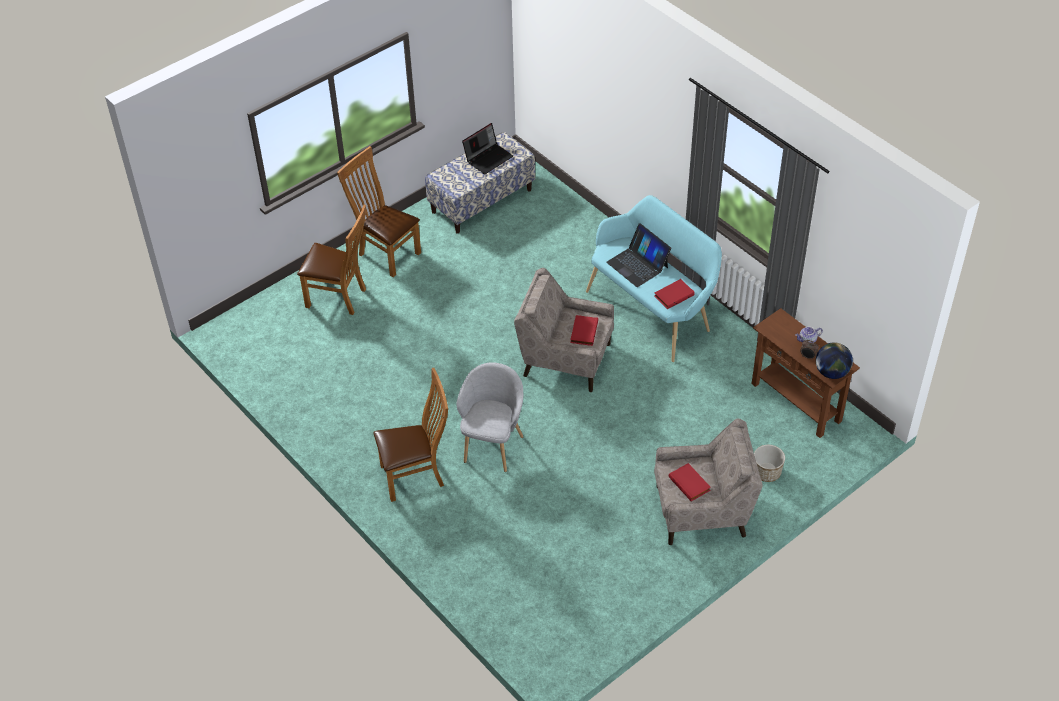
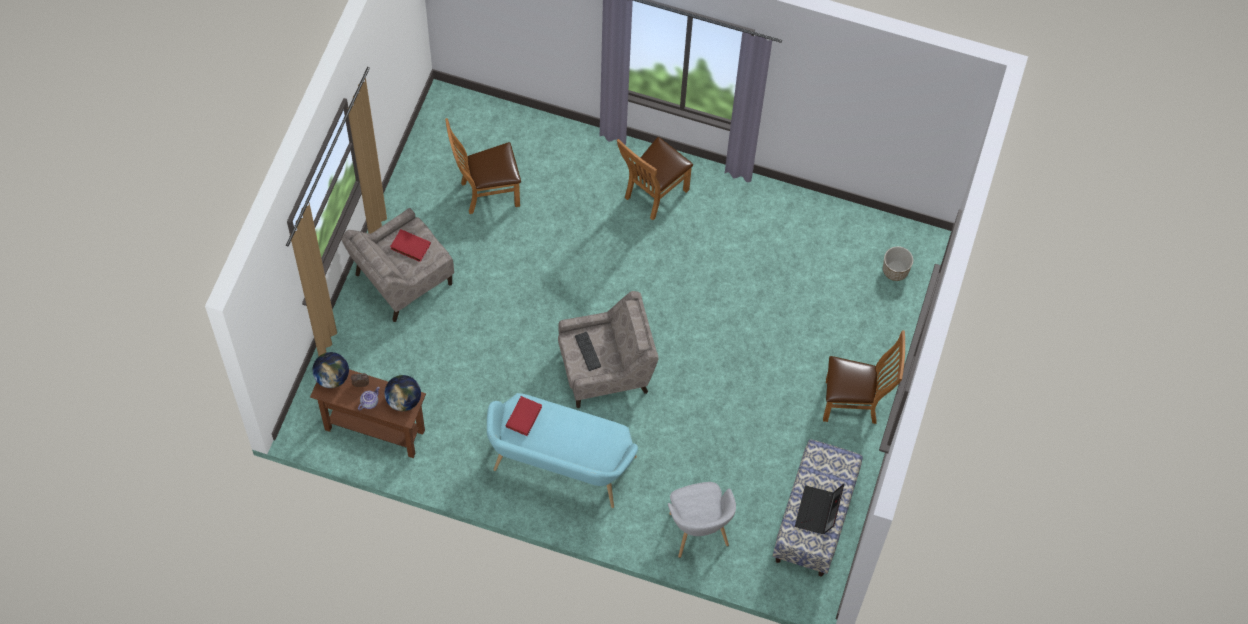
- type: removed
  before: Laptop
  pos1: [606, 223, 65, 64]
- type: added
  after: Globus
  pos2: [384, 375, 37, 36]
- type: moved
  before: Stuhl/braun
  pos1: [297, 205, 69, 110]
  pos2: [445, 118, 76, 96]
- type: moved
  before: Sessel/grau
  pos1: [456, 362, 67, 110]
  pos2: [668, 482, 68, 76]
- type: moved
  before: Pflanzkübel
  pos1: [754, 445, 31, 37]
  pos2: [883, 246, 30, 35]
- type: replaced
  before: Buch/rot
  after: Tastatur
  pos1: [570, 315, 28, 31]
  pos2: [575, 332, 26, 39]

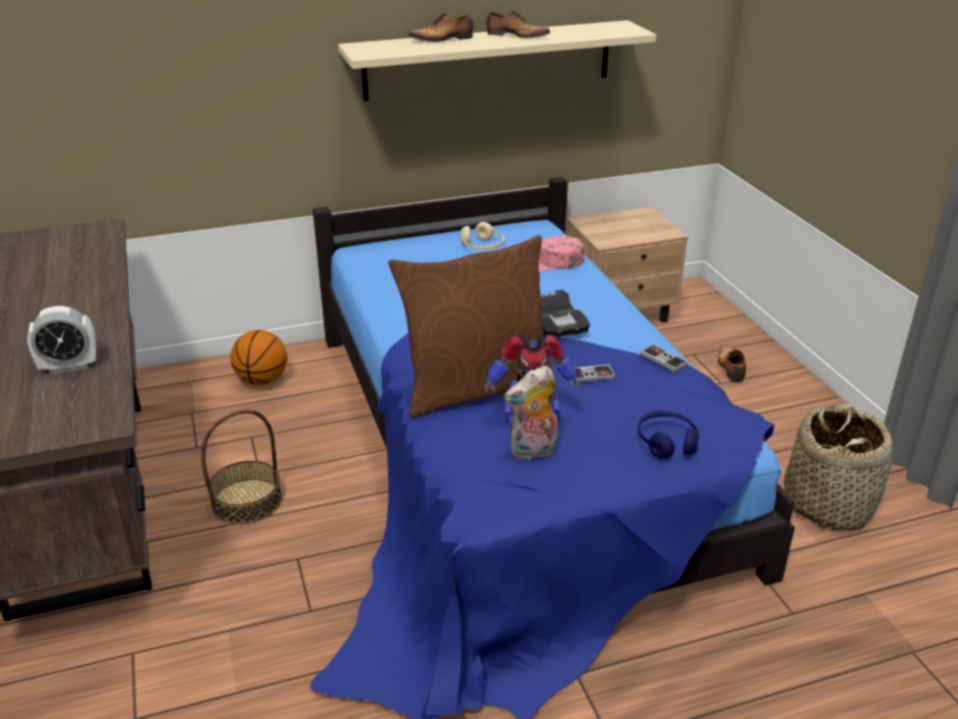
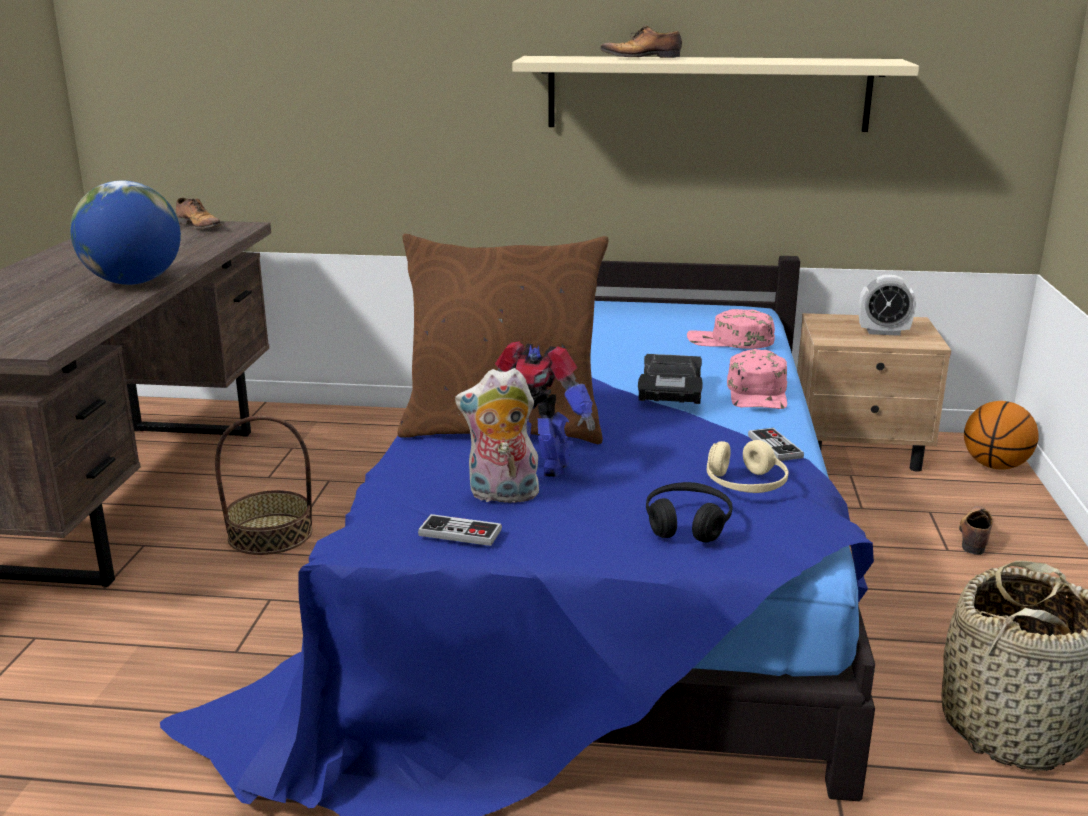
- type: added
  after: Globus
  pos2: [70, 180, 111, 105]
- type: added
  after: Kappe/rosa
  pos2: [727, 349, 60, 60]
- type: moved
  before: Wecker
  pos1: [27, 306, 69, 68]
  pos2: [859, 275, 57, 61]
- type: moved
  before: Basketball
  pos1: [230, 330, 57, 55]
  pos2: [964, 401, 75, 69]
- type: moved
  before: Kopfhörer/beige
  pos1: [461, 222, 43, 28]
  pos2: [707, 440, 81, 53]
- type: moved
  before: Schuh
  pos1: [486, 11, 64, 27]
  pos2: [176, 198, 45, 31]
- type: moved
  before: Gamepad
  pos1: [569, 364, 46, 19]
  pos2: [418, 514, 84, 32]
- type: recoloured
  before: Kopfhörer/blau
  after: Kopfhörer/schwarz
  pos1: [638, 411, 61, 48]
  pos2: [646, 482, 87, 61]

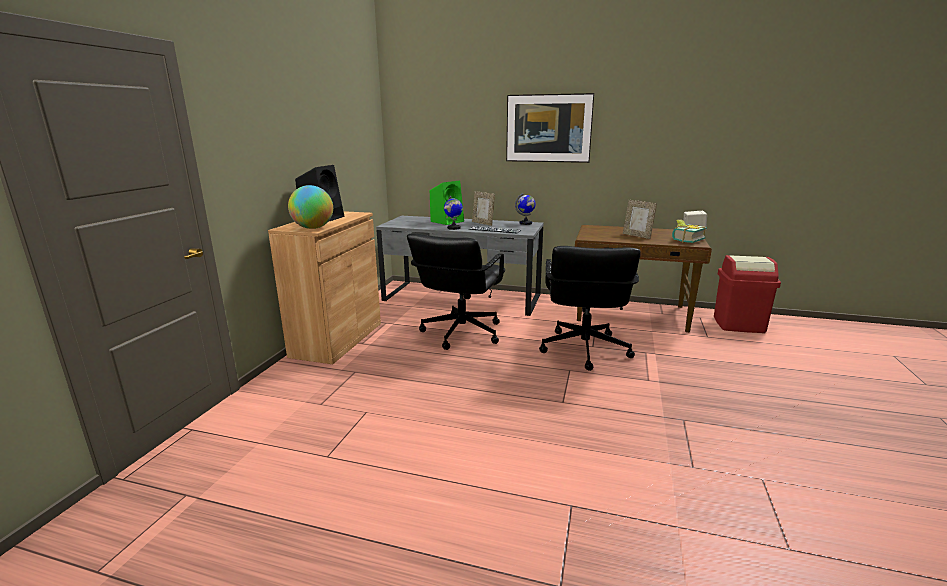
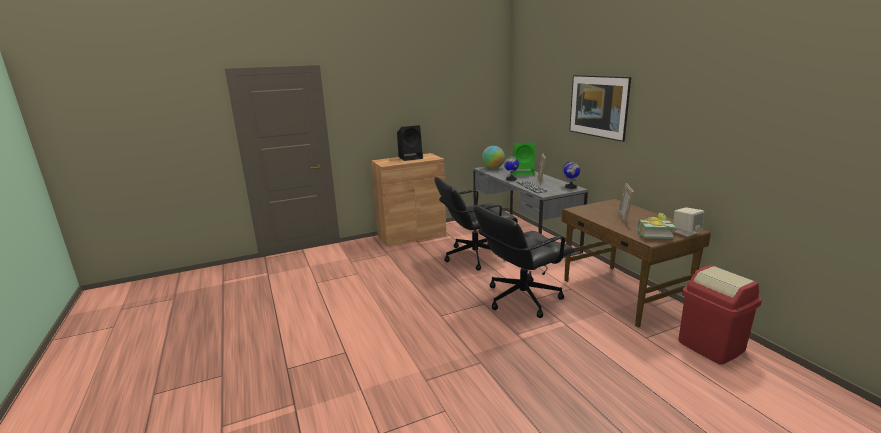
- type: moved
  before: Globus
  pos1: [288, 185, 45, 44]
  pos2: [482, 146, 23, 23]

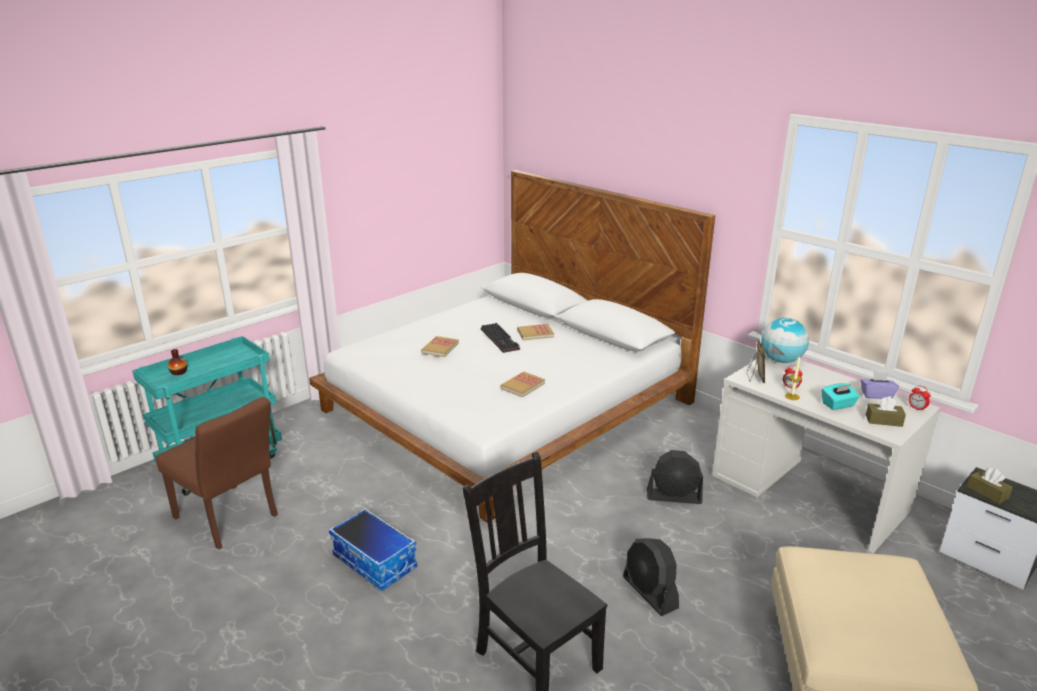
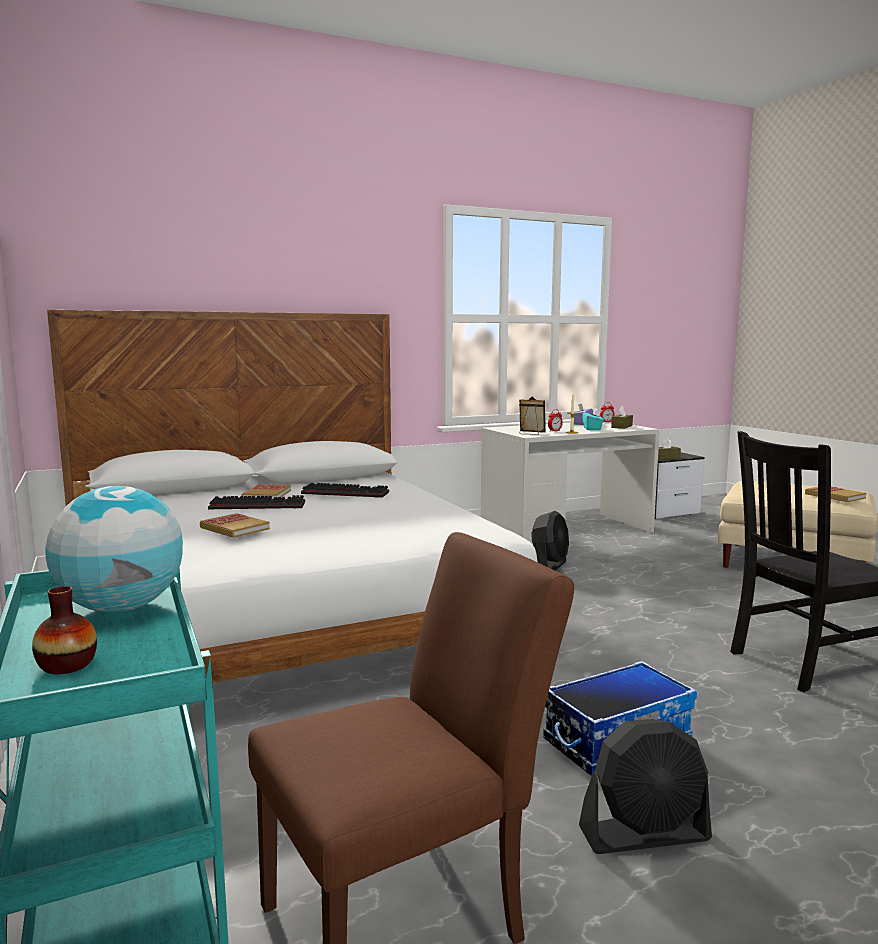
- type: added
  after: Tastatur
  pos2: [301, 483, 88, 15]
- type: moved
  before: Buch
  pos1: [500, 371, 45, 26]
  pos2: [805, 487, 61, 15]
- type: moved
  before: Ventilator/schwarz
  pos1: [623, 538, 56, 78]
  pos2: [579, 719, 133, 135]
- type: moved
  before: Globus
  pos1: [761, 318, 48, 45]
  pos2: [46, 486, 137, 127]

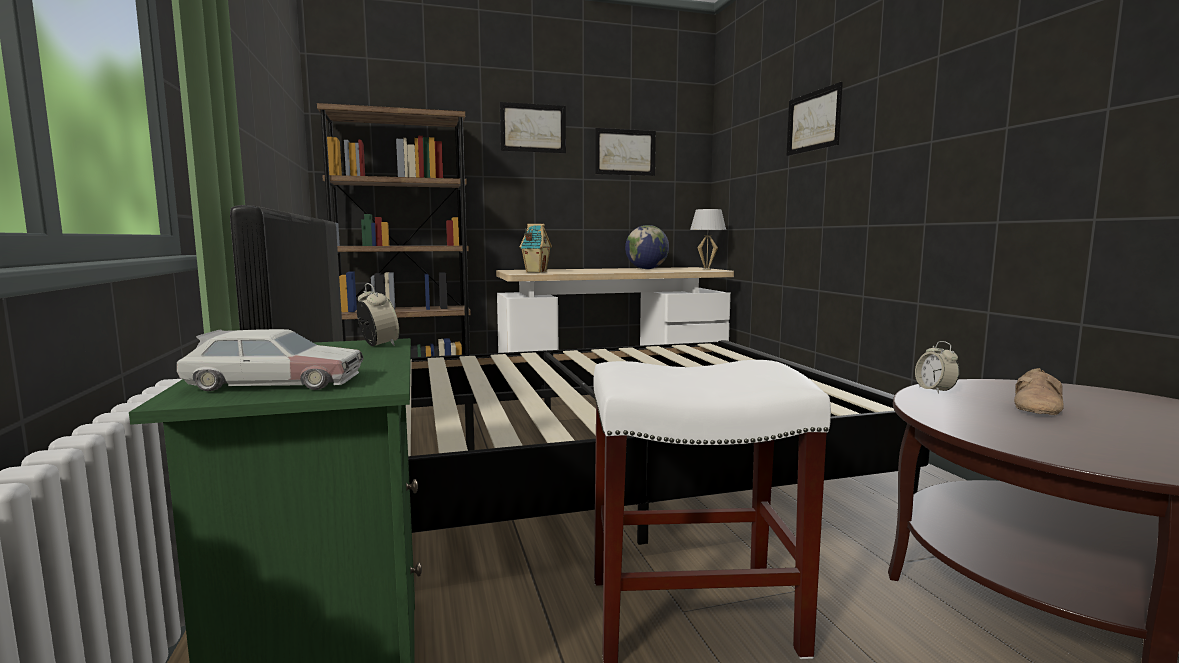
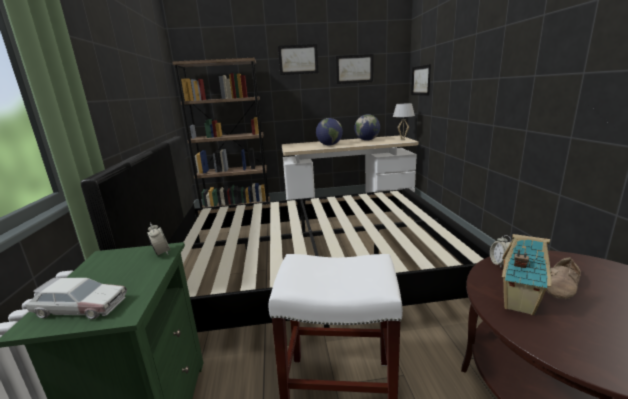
- type: added
  after: Globus
  pos2: [316, 118, 27, 28]
- type: moved
  before: Spielzeughaus
  pos1: [520, 224, 32, 49]
  pos2: [502, 234, 49, 82]
- type: moved
  before: Bild
  pos1: [787, 82, 56, 74]
  pos2: [411, 64, 20, 32]

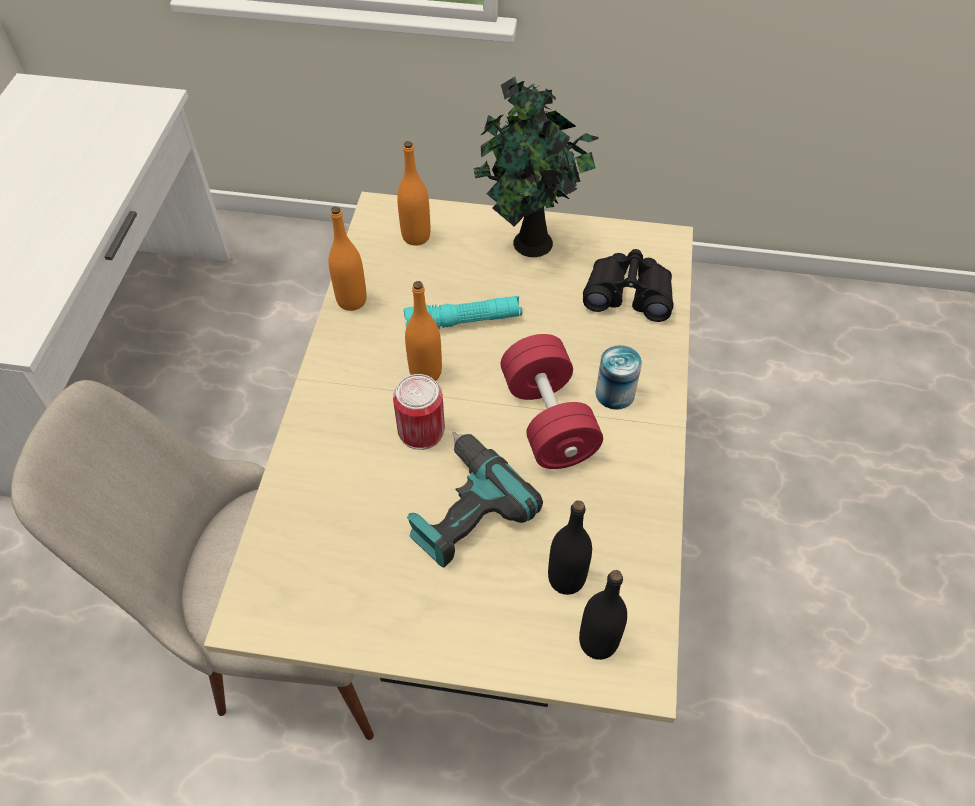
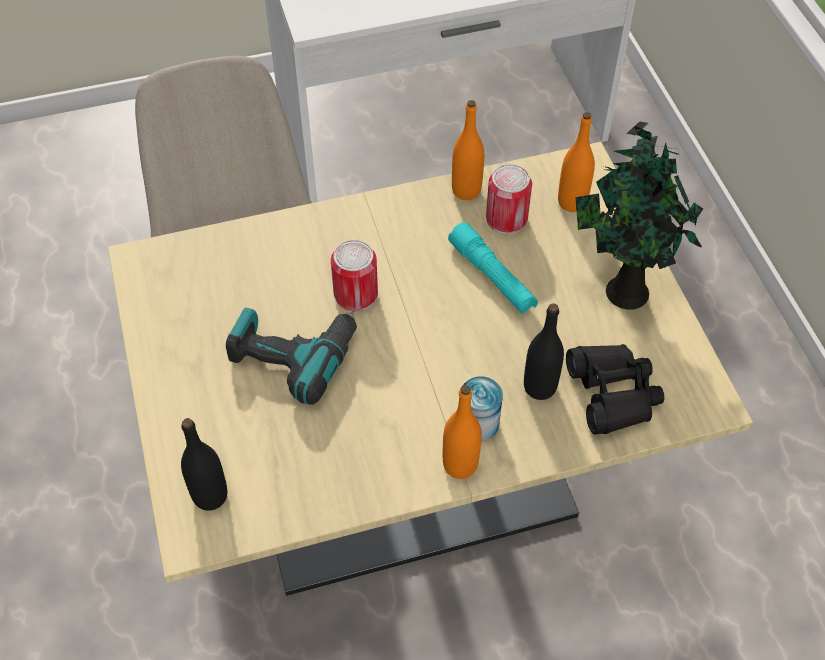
- type: removed
  before: Hantel/rot
  pos1: [501, 334, 102, 135]
- type: added
  after: Dose
  pos2: [486, 164, 46, 70]
- type: moved
  before: Flasche/orange
  pos1: [405, 281, 37, 100]
  pos2: [443, 385, 39, 94]
- type: moved
  before: Flasche/schwarz
  pos1: [548, 500, 44, 95]
  pos2: [524, 304, 40, 96]

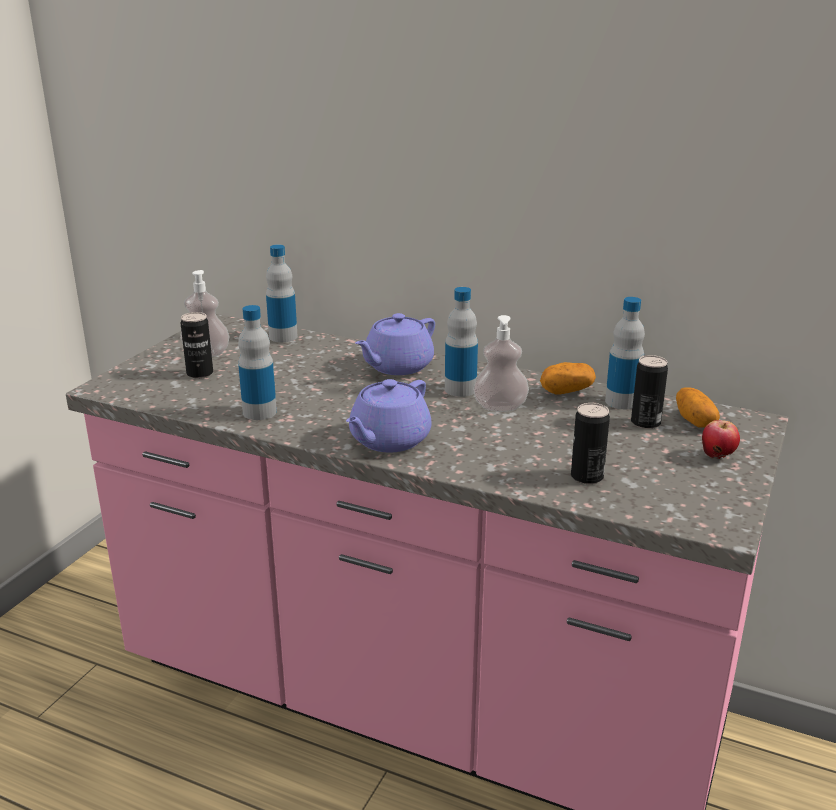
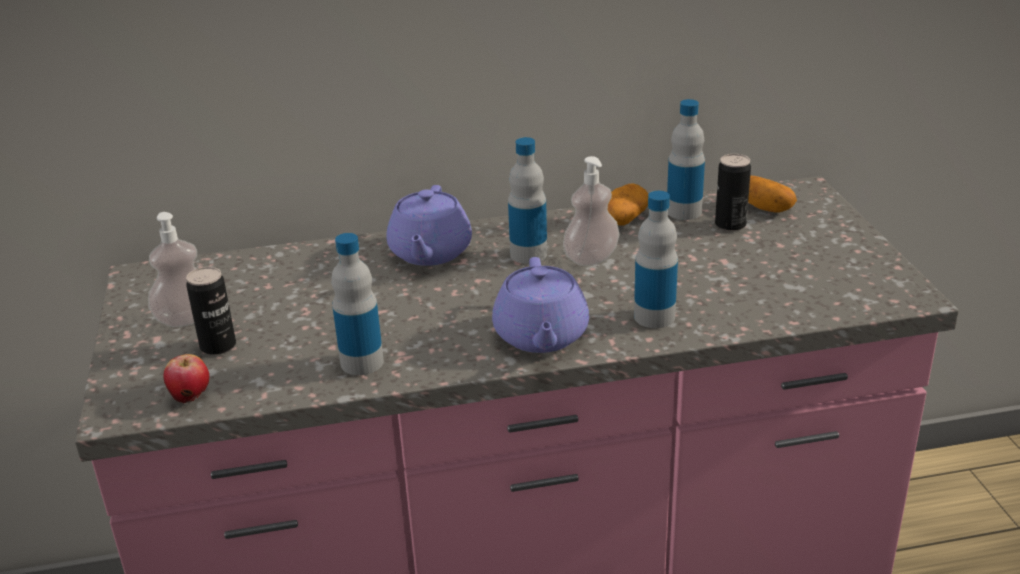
- type: removed
  before: Dose
  pos1: [571, 403, 39, 81]
- type: moved
  before: Flasche
  pos1: [266, 244, 32, 98]
  pos2: [634, 191, 44, 137]
- type: moved
  before: Apfel
  pos1: [702, 420, 38, 39]
  pos2: [163, 354, 46, 49]

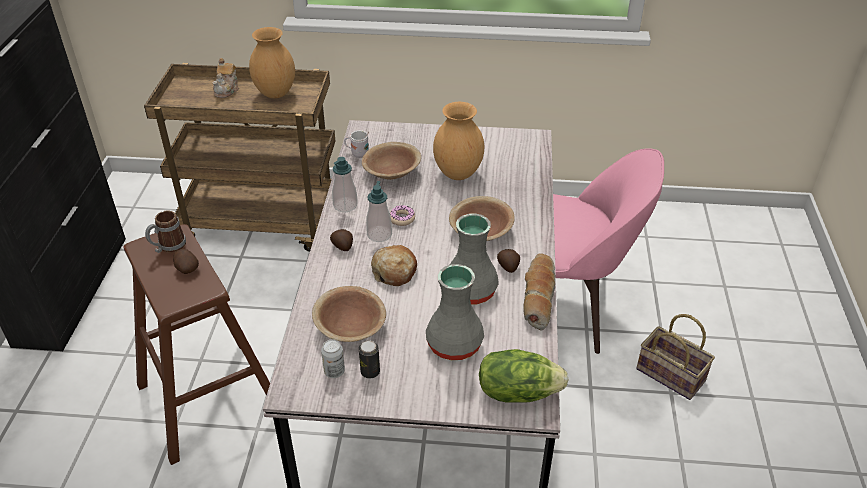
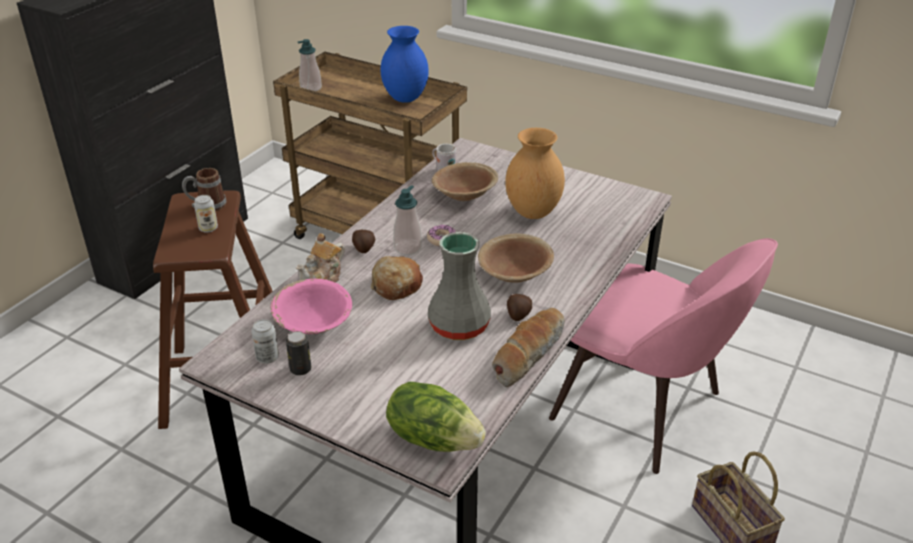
- type: removed
  before: Vase/grau
  pos1: [426, 264, 58, 96]
- type: moved
  before: Teekanne
  pos1: [213, 58, 26, 40]
  pos2: [296, 233, 49, 50]
- type: moved
  before: Seifenspender
  pos1: [332, 157, 26, 55]
  pos2: [298, 39, 24, 52]
- type: replaced
  before: Kartoffel
  after: Dose
  pos1: [173, 249, 26, 25]
  pos2: [194, 195, 24, 38]
- type: recoloured
  before: Vase/braun
  after: Vase/blau
  pos1: [249, 27, 46, 71]
  pos2: [380, 26, 49, 77]
- type: recoloured
  before: Schüssel/braun
  after: Schüssel/rosa
  pos1: [312, 286, 74, 56]
  pos2: [271, 279, 81, 55]

